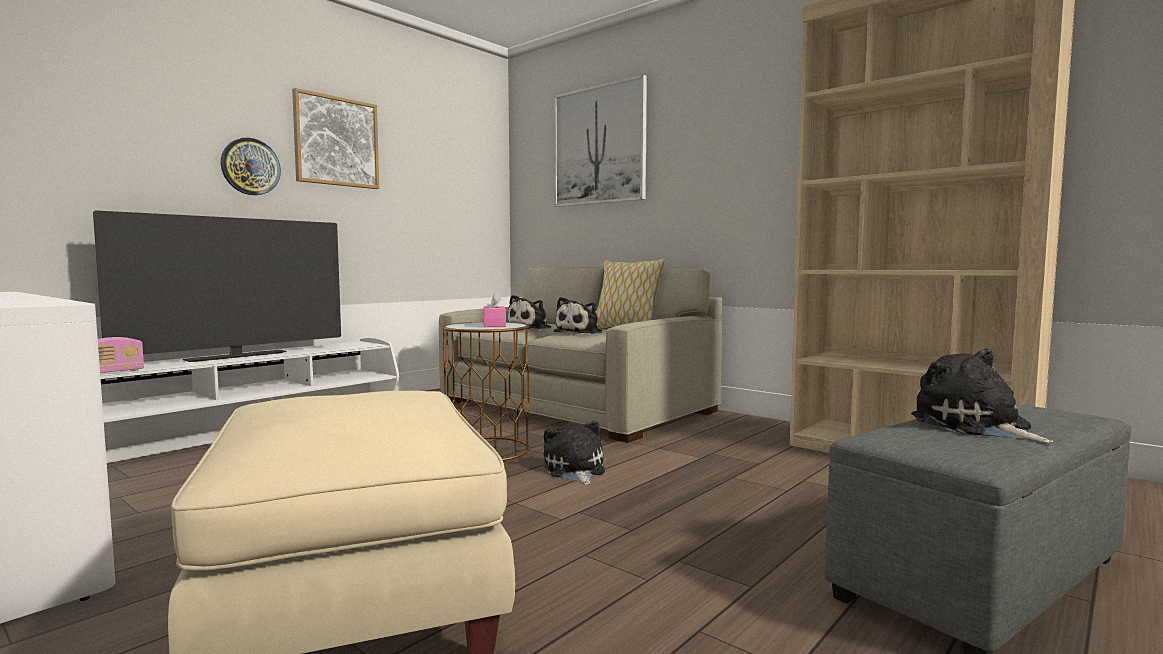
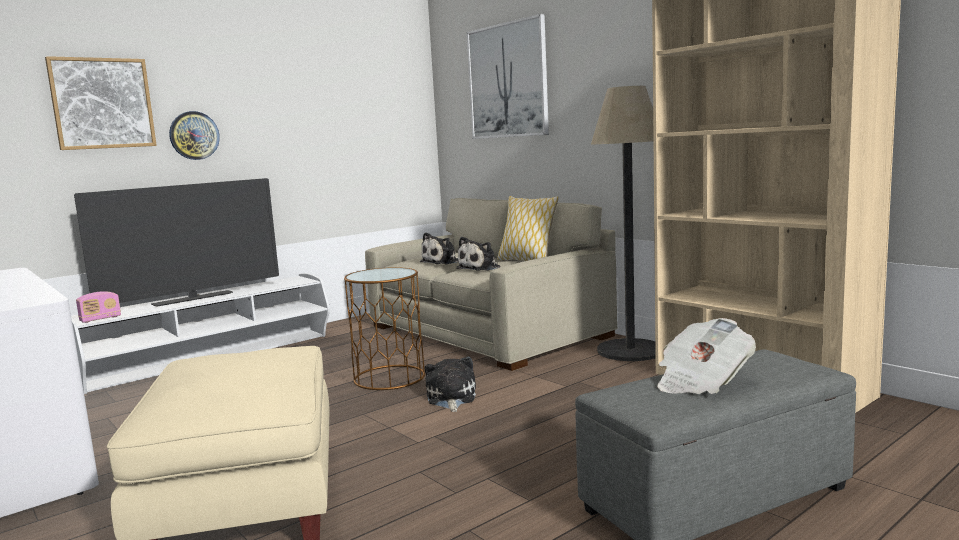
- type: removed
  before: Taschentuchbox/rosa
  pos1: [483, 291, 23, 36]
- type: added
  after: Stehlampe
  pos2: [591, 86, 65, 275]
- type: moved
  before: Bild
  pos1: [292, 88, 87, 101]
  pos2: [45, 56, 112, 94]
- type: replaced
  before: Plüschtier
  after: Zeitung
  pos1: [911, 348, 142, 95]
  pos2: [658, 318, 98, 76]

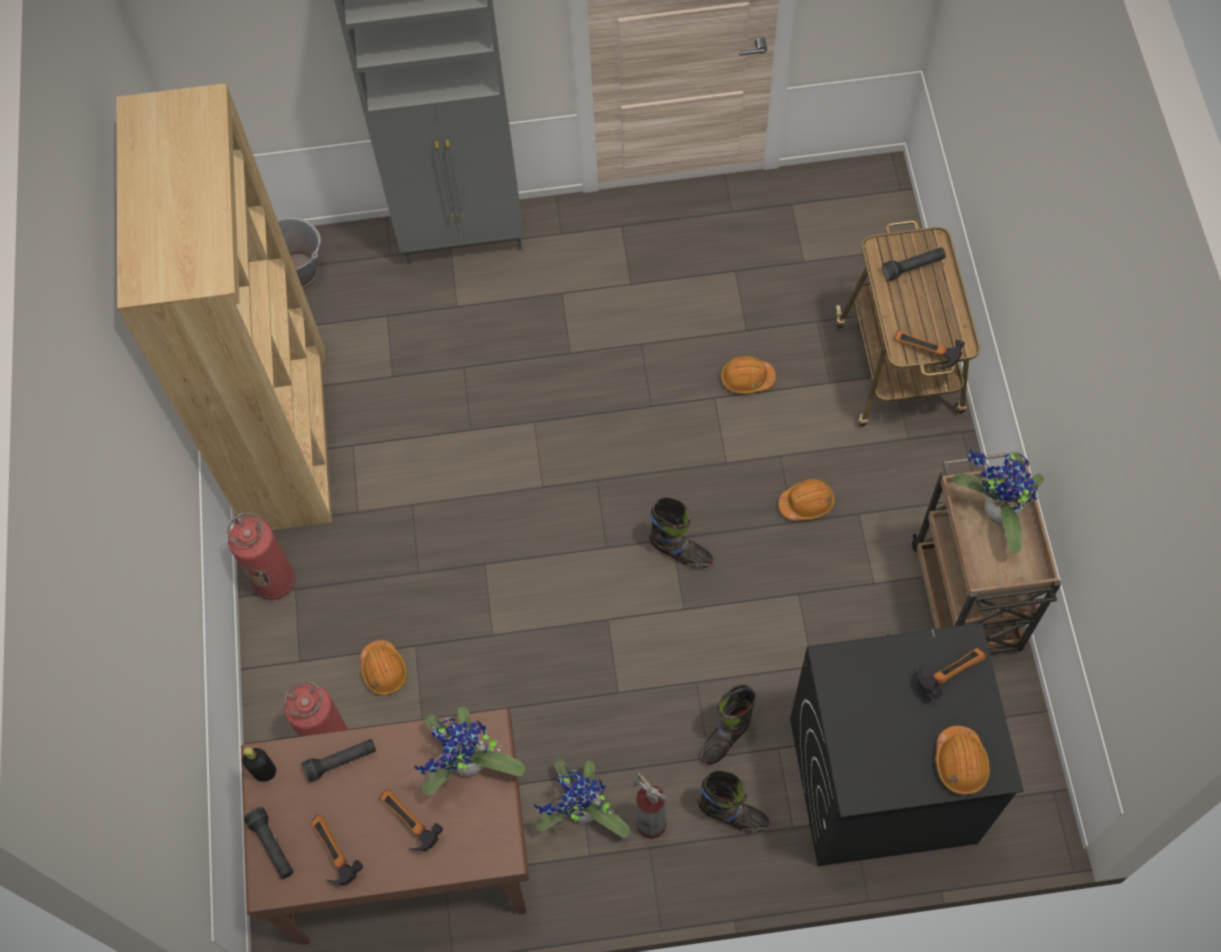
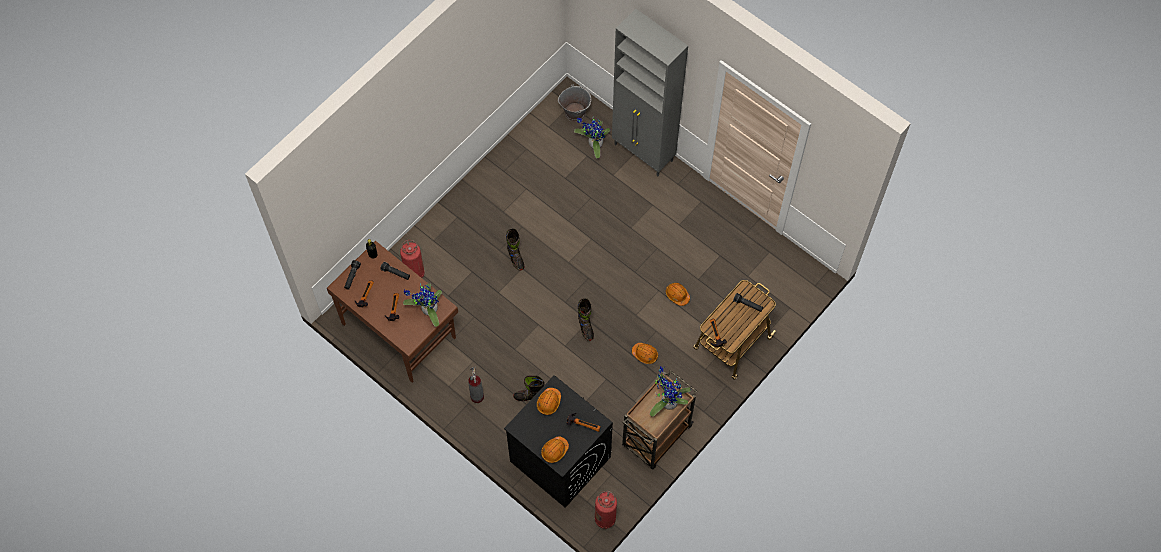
- type: removed
  before: Bücherregal/braun
  pos1: [117, 84, 215, 446]
- type: moved
  before: Feuerlöscher
  pos1: [227, 513, 68, 87]
  pos2: [595, 491, 22, 38]
- type: moved
  before: Schutzhelm/orange
  pos1: [360, 640, 47, 55]
  pos2: [537, 388, 24, 27]
- type: moved
  before: Topfpflanze
  pos1: [534, 759, 96, 79]
  pos2: [574, 116, 36, 42]
- type: moved
  before: Stiefel/schwarz
  pos1: [698, 770, 71, 63]
  pos2: [506, 228, 18, 43]

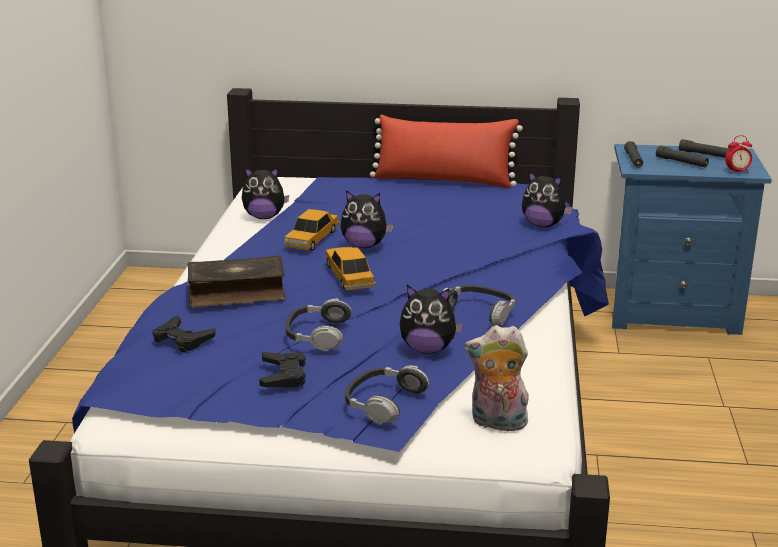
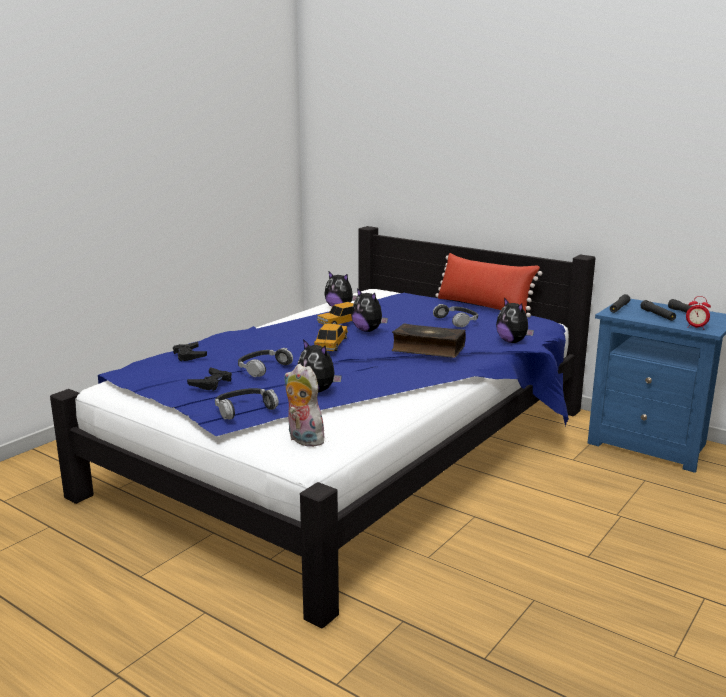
- type: moved
  before: Buch
  pos1: [188, 255, 98, 53]
  pos2: [392, 323, 74, 35]
- type: moved
  before: Kopfhörer
  pos1: [443, 285, 72, 41]
  pos2: [433, 304, 45, 23]

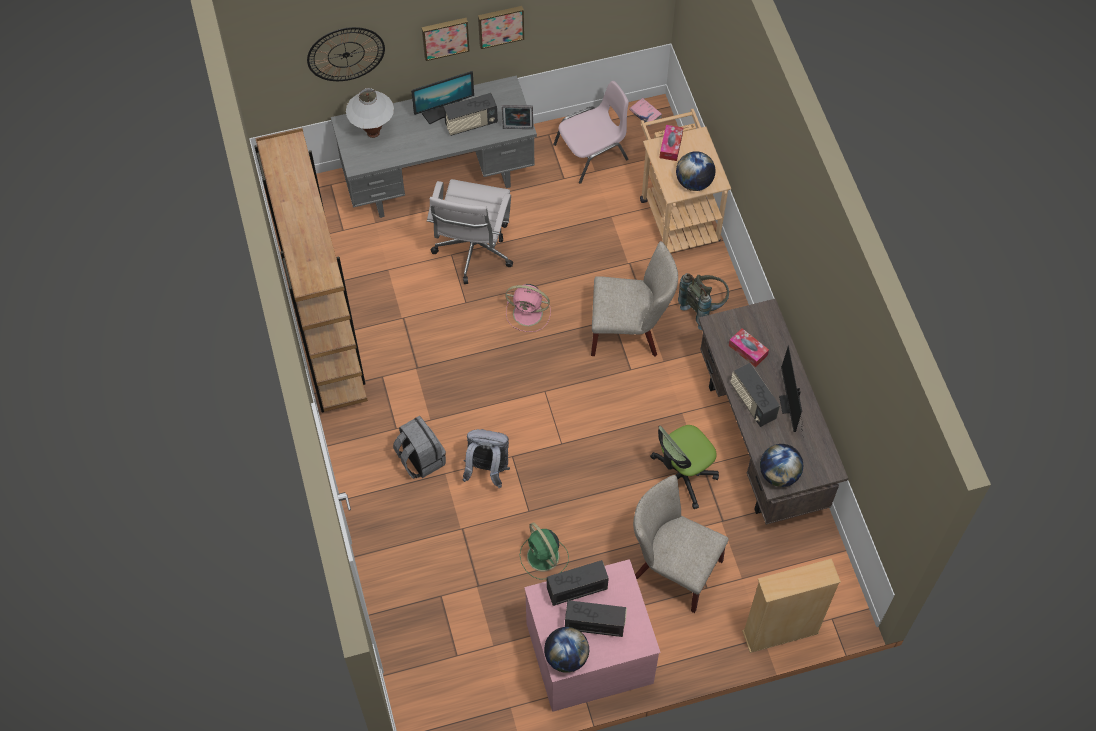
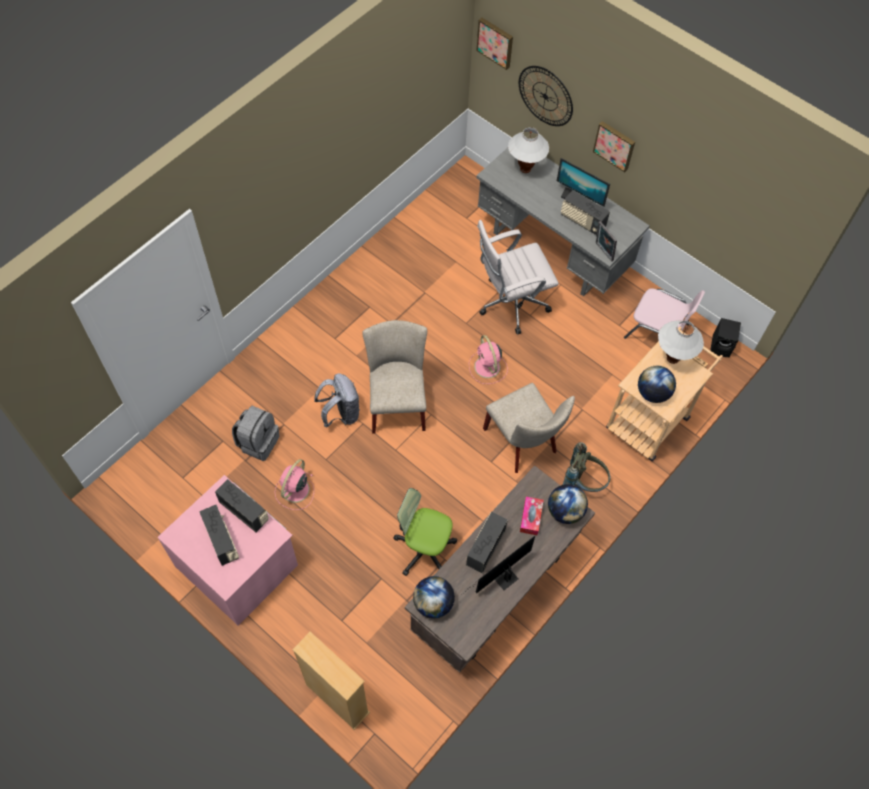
- type: removed
  before: Bücherregal/braun
  pos1: [254, 128, 114, 285]
- type: moved
  before: Rucksack/grau
  pos1: [393, 416, 53, 63]
  pos2: [232, 406, 47, 55]
- type: moved
  before: Bild
  pos1: [478, 6, 46, 43]
  pos2: [477, 18, 36, 52]
- type: moved
  before: Globus
  pos1: [544, 627, 45, 46]
  pos2: [548, 484, 40, 40]
- type: moved
  before: Stuhl/beige
  pos1: [633, 475, 96, 138]
  pos2: [362, 320, 65, 113]
- type: replaced
  before: Buch/rosa
  after: Lautsprecher/schwarz
  pos1: [629, 98, 33, 28]
  pos2: [710, 318, 31, 39]
- type: replaced
  before: Taschentuchbox
  after: Tischlampe/weiß
  pos1: [660, 125, 23, 36]
  pos2: [658, 320, 46, 44]
- type: recoloured
  before: Ventilator/grün
  after: Ventilator/rosa
  pos1: [520, 522, 49, 57]
  pos2: [275, 459, 39, 51]

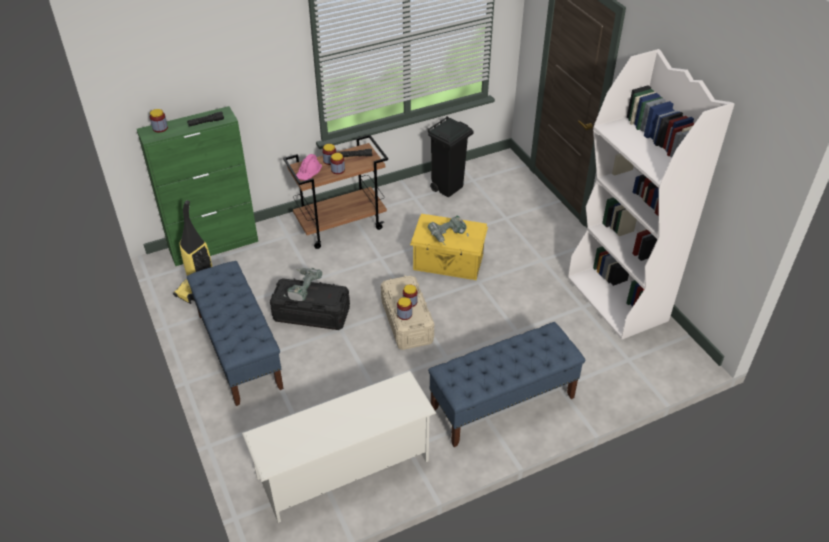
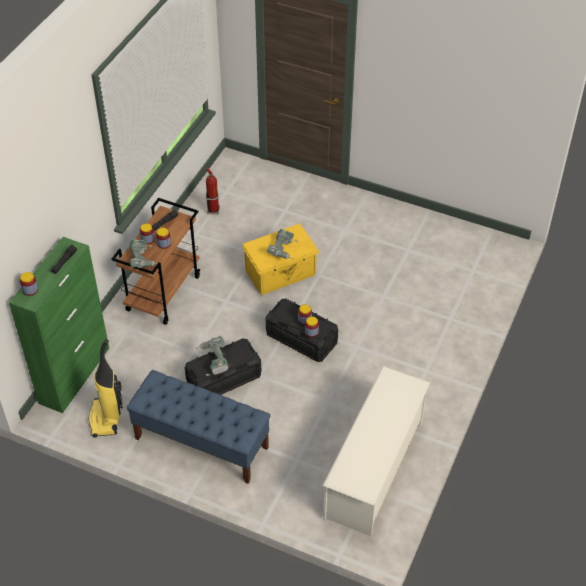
- type: removed
  before: Bank/blau
  pos1: [428, 322, 157, 125]
- type: removed
  before: Bücherregal/weiß
  pos1: [568, 49, 166, 291]
- type: replaced
  before: Schutzhelm/rosa
  after: Bohrmaschine
  pos1: [296, 154, 26, 26]
  pos2: [129, 240, 29, 28]
- type: replaced
  before: Mülleimer/schwarz
  after: Feuerlöscher
  pos1: [427, 116, 47, 81]
  pos2: [206, 168, 14, 46]
- type: recoloured
  before: Aufbewahrungsbox/beige
  after: Aufbewahrungsbox/schwarz
  pos1: [381, 275, 53, 75]
  pos2: [265, 298, 73, 64]

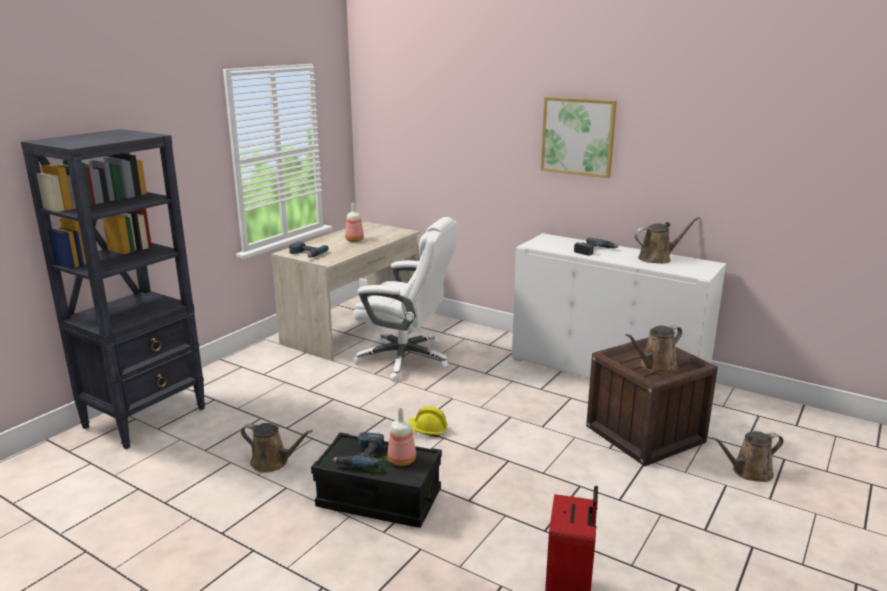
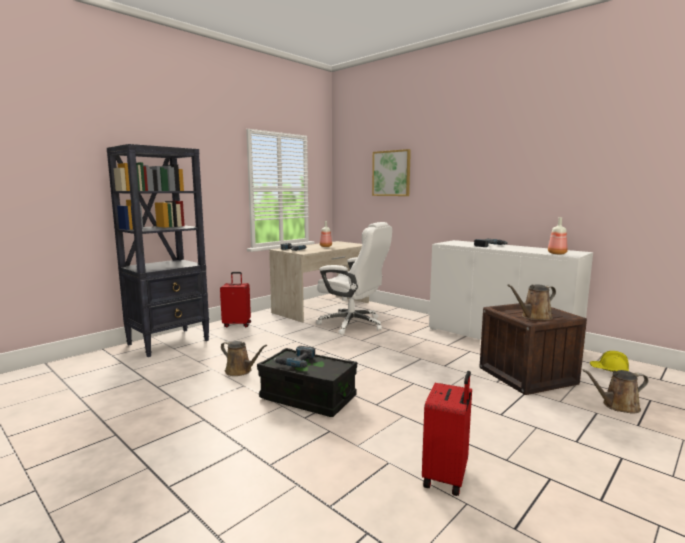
- type: removed
  before: Gießkanne/braun
  pos1: [635, 217, 65, 47]
- type: added
  after: Koffer/rot
  pos2: [220, 272, 31, 55]
- type: moved
  before: Flasche
  pos1: [388, 408, 28, 58]
  pos2: [548, 217, 20, 37]
- type: moved
  before: Schutzhelm/gelb
  pos1: [407, 406, 41, 31]
  pos2: [590, 351, 39, 21]
- type: moved
  before: Bild
  pos1: [541, 97, 76, 81]
  pos2: [372, 149, 39, 47]

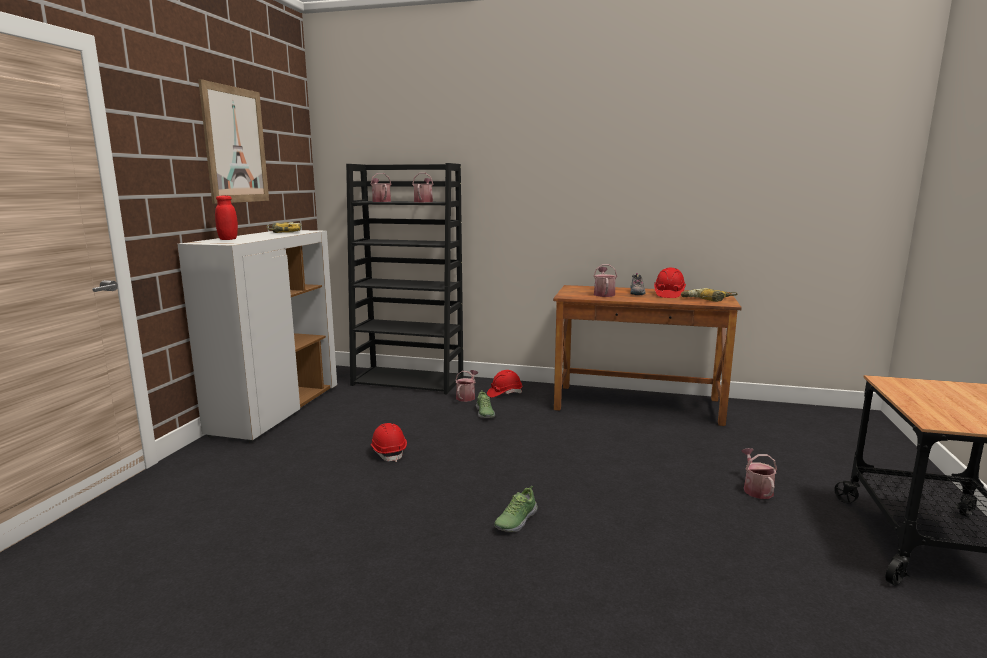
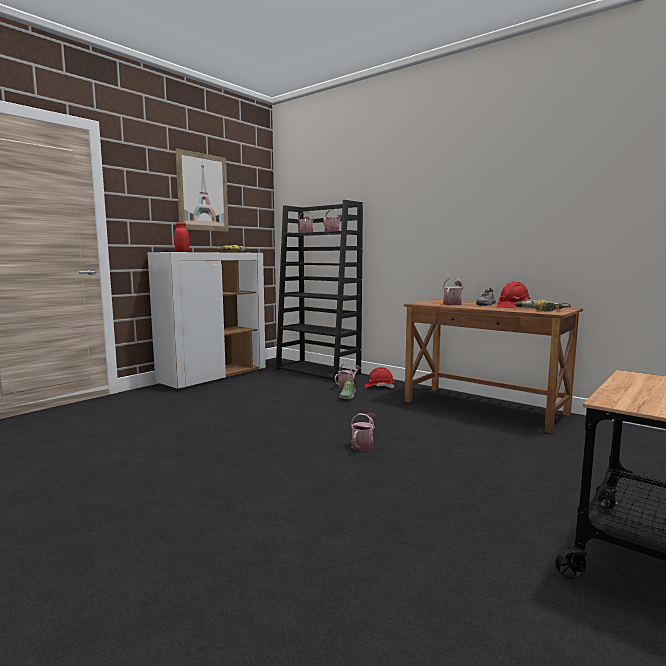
- type: removed
  before: Schutzhelm/rot
  pos1: [370, 423, 37, 39]
- type: removed
  before: Schuh
  pos1: [494, 486, 44, 46]
- type: moved
  before: Gießkanne
  pos1: [741, 448, 36, 51]
  pos2: [351, 412, 26, 39]

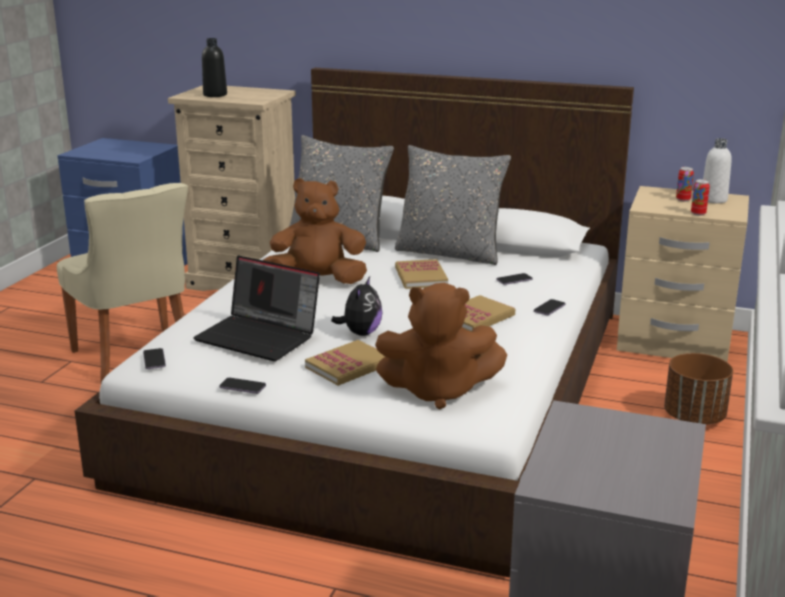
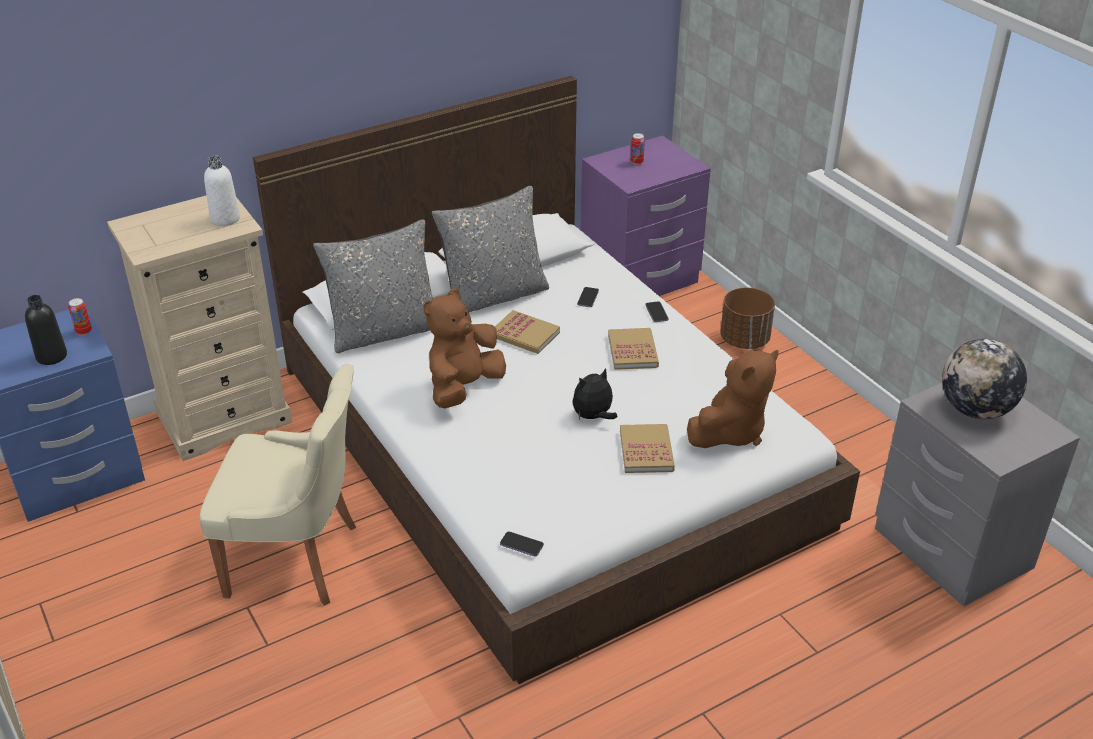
- type: removed
  before: Laptop
  pos1: [193, 255, 127, 106]
- type: removed
  before: Handy
  pos1: [220, 378, 46, 16]
- type: added
  after: Globus
  pos2: [942, 339, 85, 80]
- type: moved
  before: Flasche/schwarz
  pos1: [202, 38, 25, 59]
  pos2: [25, 295, 42, 70]
- type: moved
  before: Dose
  pos1: [691, 179, 19, 37]
  pos2: [68, 298, 24, 37]
- type: moved
  before: Flasche/weiß
  pos1: [703, 138, 29, 65]
  pos2: [204, 156, 36, 70]
- type: recoloured
  before: Nachttisch/beige
  after: Nachttisch/lila
  pos1: [617, 186, 132, 176]
  pos2: [581, 136, 130, 160]
- type: turned
  before: Plüschtier
  pos1: [331, 277, 52, 59]
  pos2: [573, 368, 44, 52]
  turn: -90

